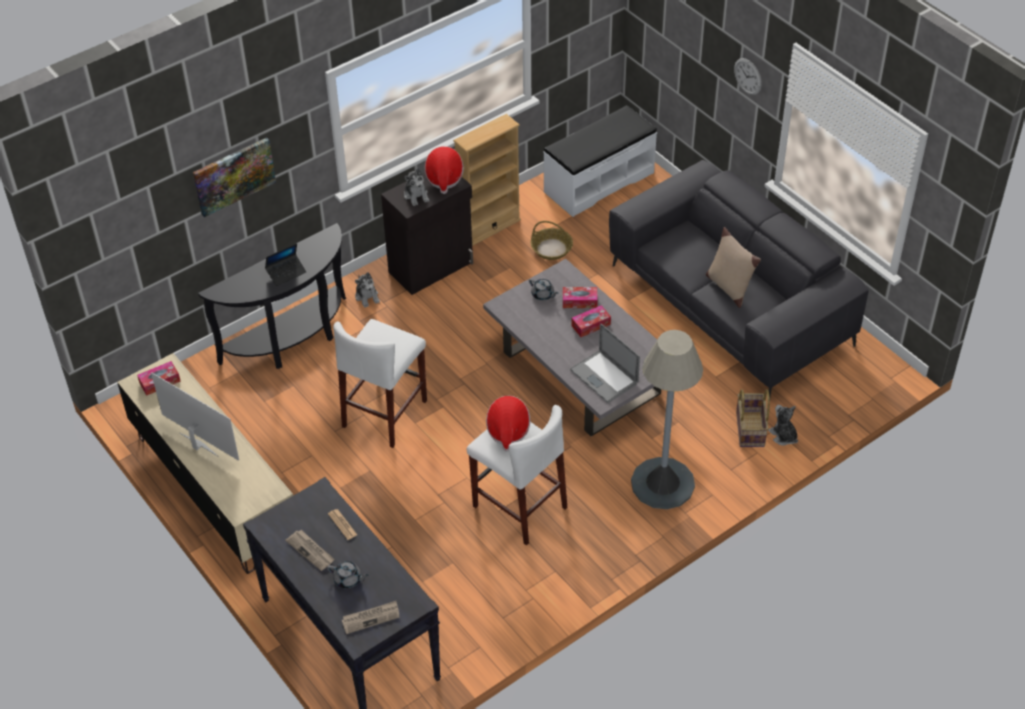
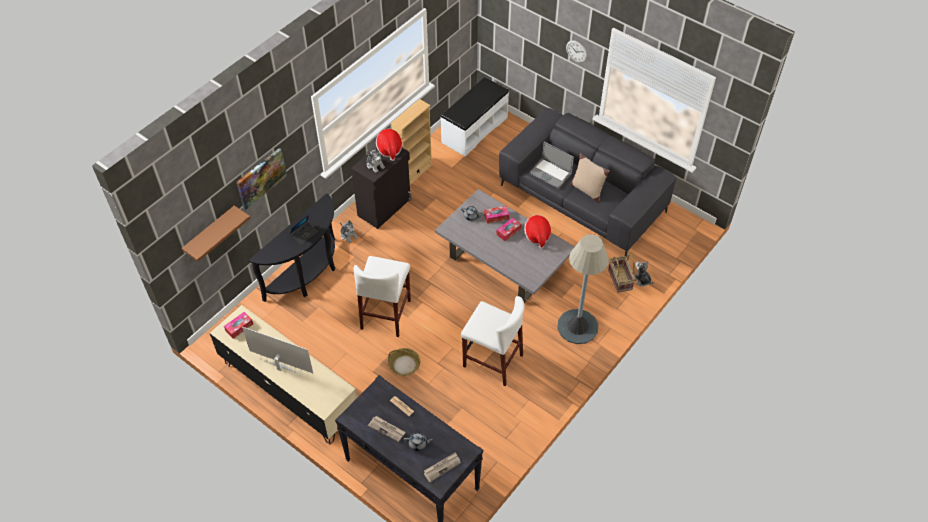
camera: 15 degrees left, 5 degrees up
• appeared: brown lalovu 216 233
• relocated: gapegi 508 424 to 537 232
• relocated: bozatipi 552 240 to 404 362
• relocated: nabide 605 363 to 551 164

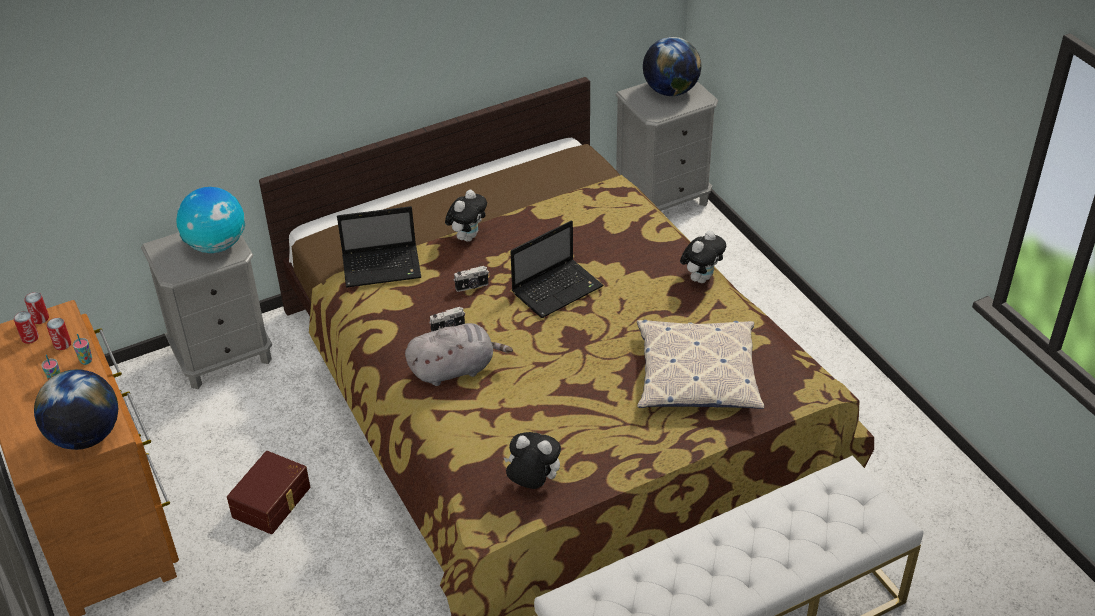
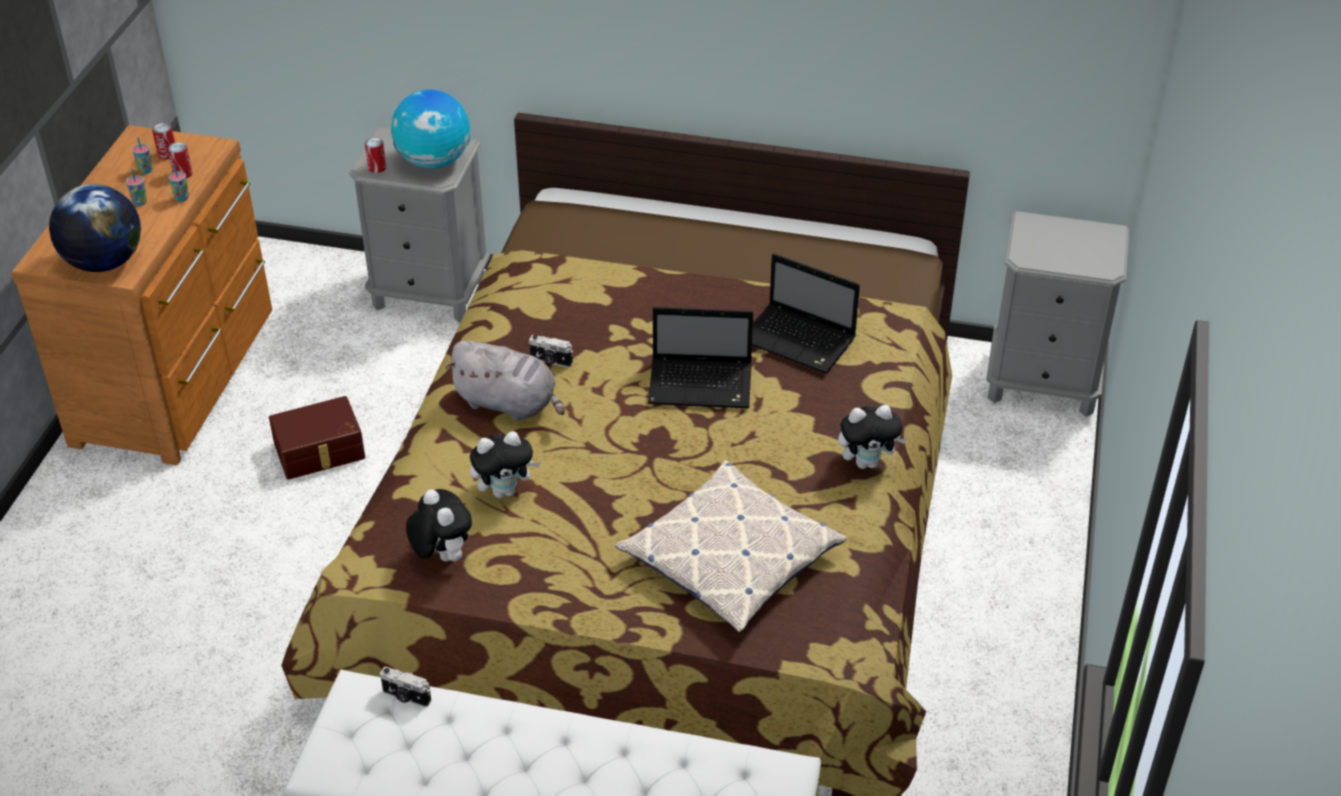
camera: 40 degrees right, 0 degrees up
• missing: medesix 672 66
• appeared: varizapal 142 155
• relocated: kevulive 36 308 to 375 155
• relocated: nabide 379 246 to 806 314
• relocated: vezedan 466 216 to 505 464
• relocated: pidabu 471 279 to 405 687

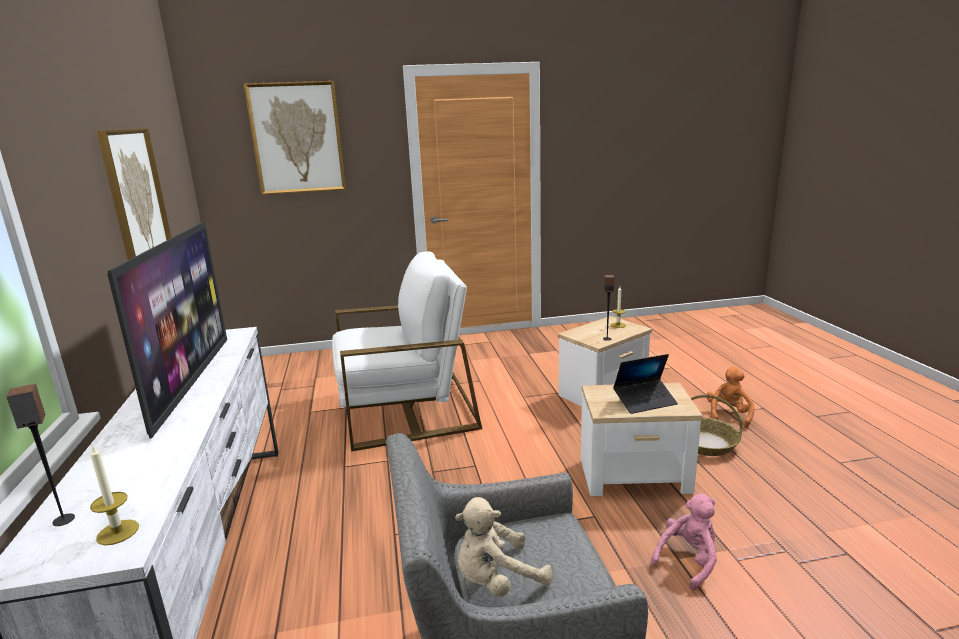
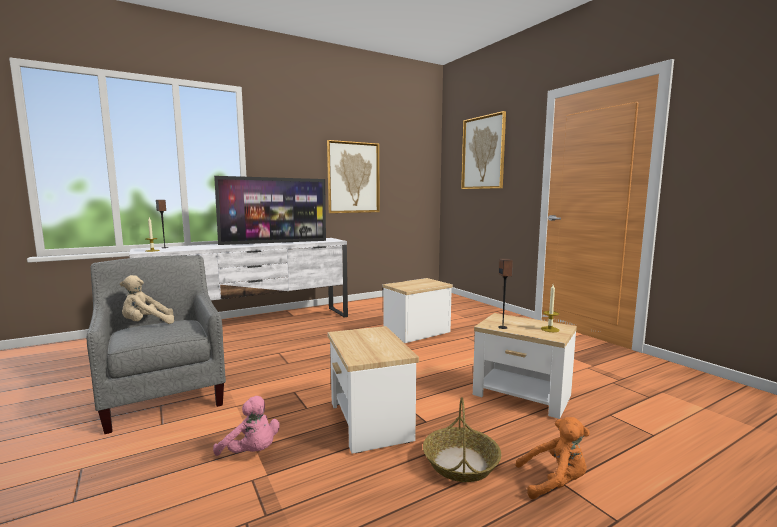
camera: 70 degrees right, 10 degrees down
• missing: nabide 645 384
• exchanged: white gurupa 407 351 to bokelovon 418 310
• spun: beige vezedan 504 547 = 147 299 75 degrees counterclockwise

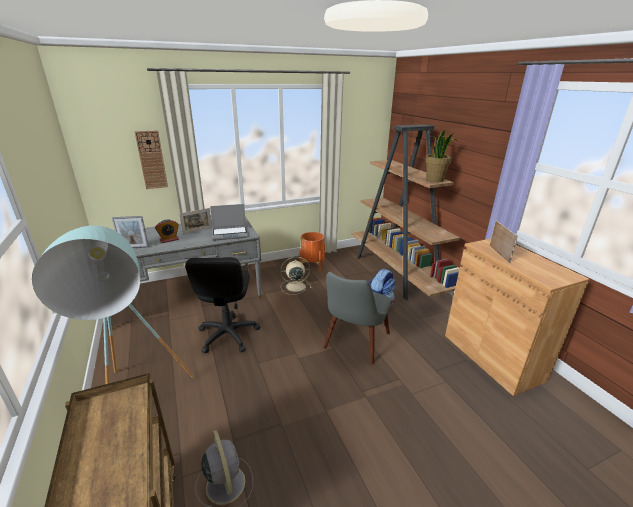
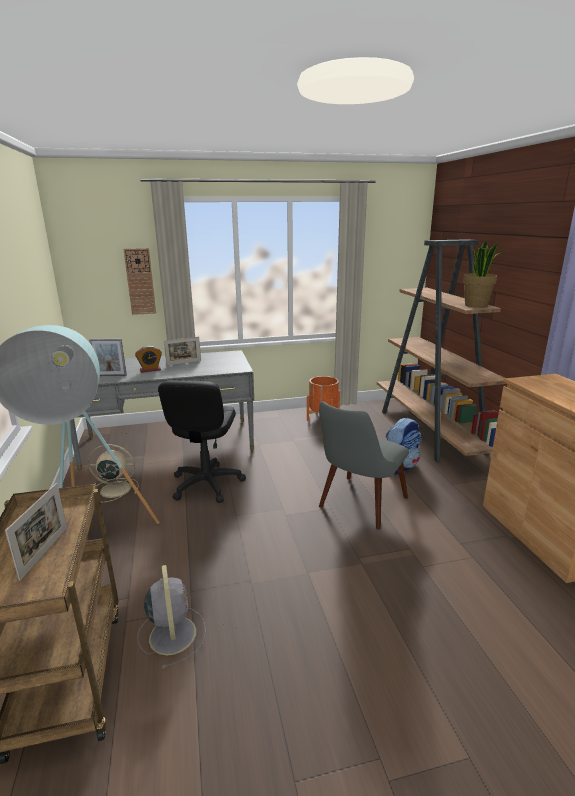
camera: 10 degrees right, 5 degrees down
• missing: nabide 229 222
• relocated: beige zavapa 296 276 to 113 473
• relocated: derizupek 504 241 to 36 532

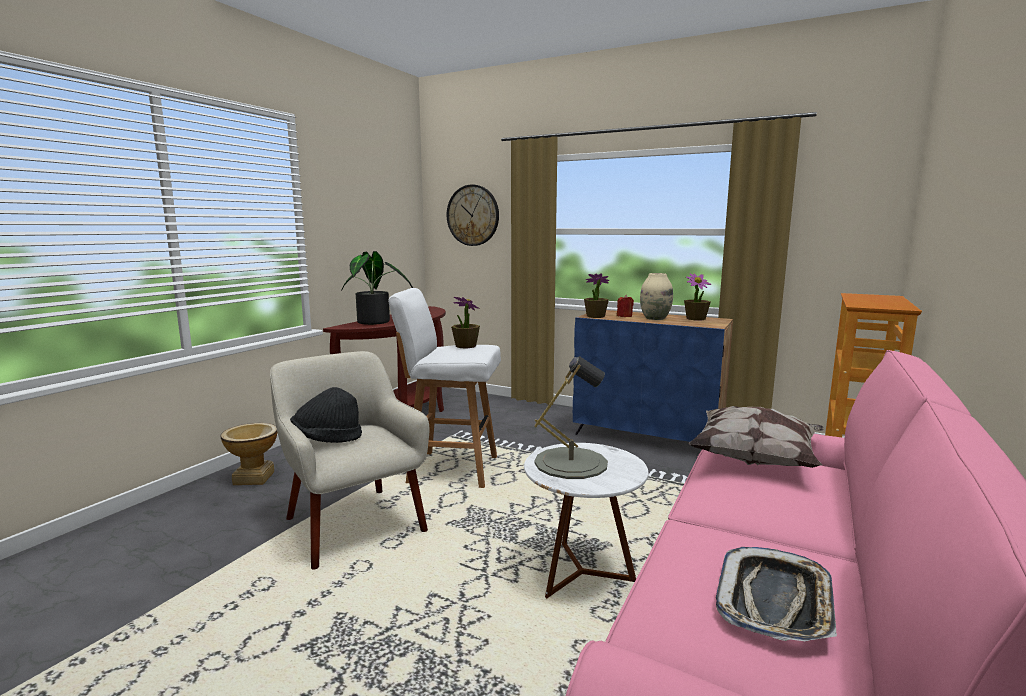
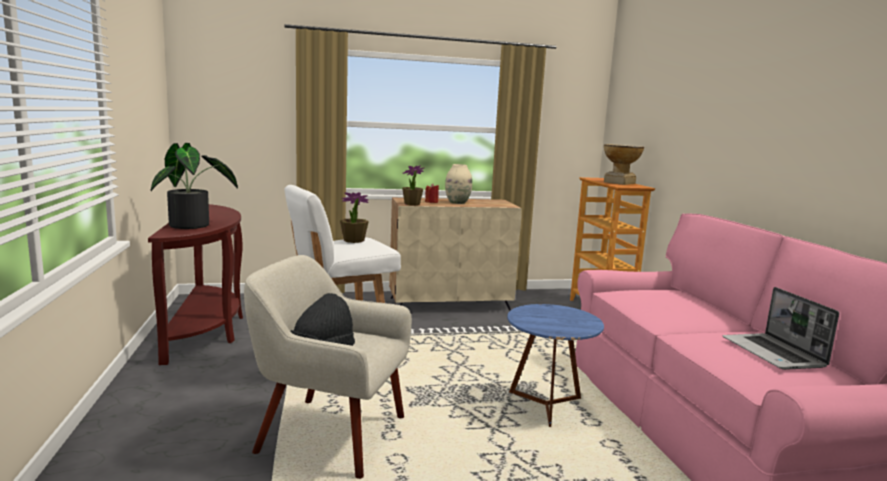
camera: 40 degrees left, 0 degrees up
• missing: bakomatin 473 215
• missing: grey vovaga 571 417
• missing: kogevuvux 697 296
• missing: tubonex 756 437
• relocated: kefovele 249 454 to 624 164
• exchanged: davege 776 594 to nabide 781 328
• colour: white bokelovon 586 520 to blue bokelovon 555 365
• colour: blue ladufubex 653 376 to beige ladufubex 455 254

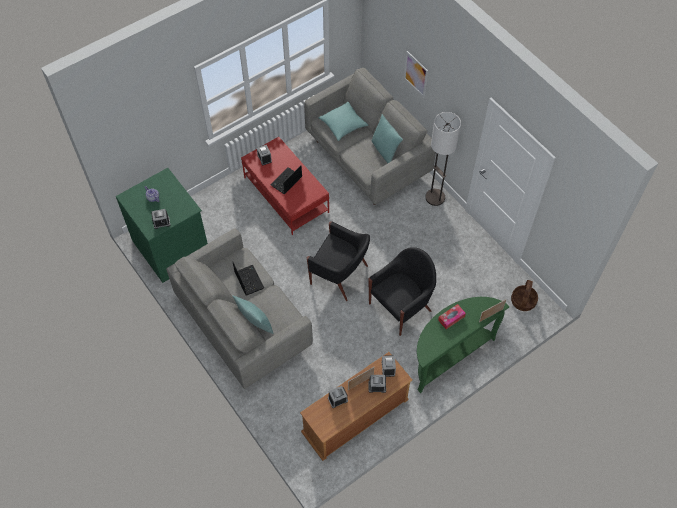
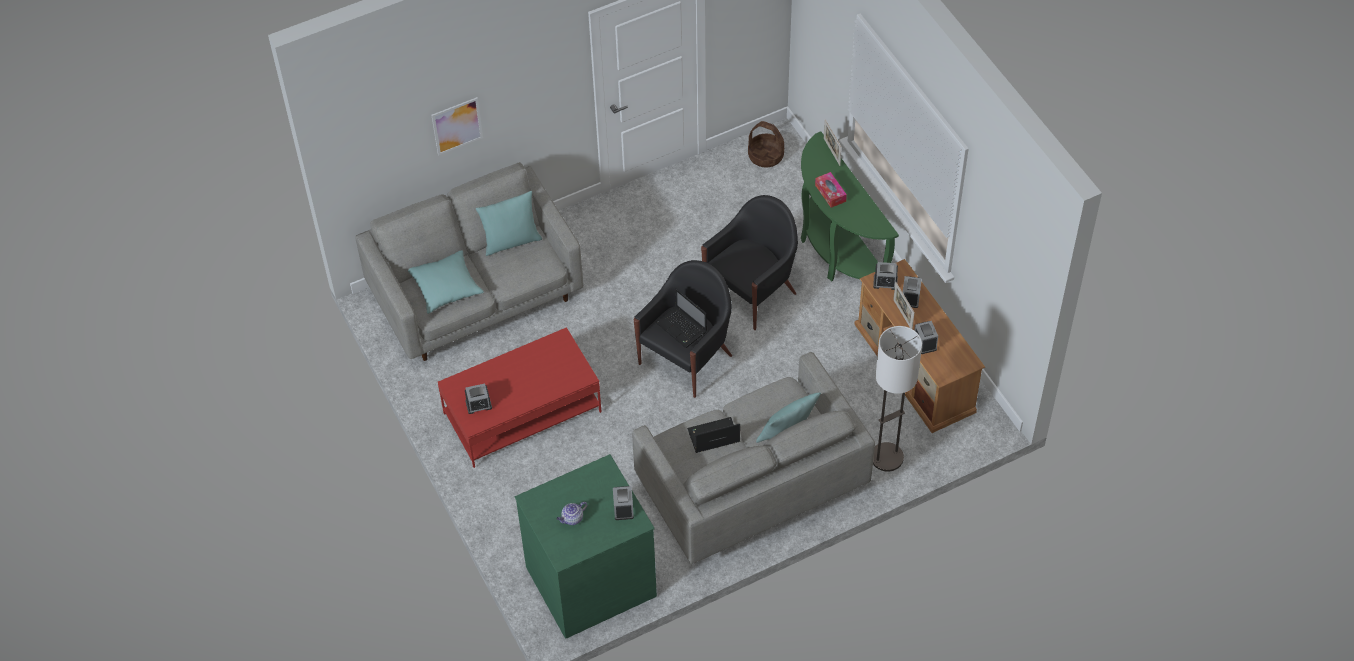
camera: 80 degrees left, 5 degrees down
• relocated: nabide 286 179 to 681 318
• relocated: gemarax 443 159 to 897 399
• spun: black gurupa 402 291 = 749 262 75 degrees clockwise

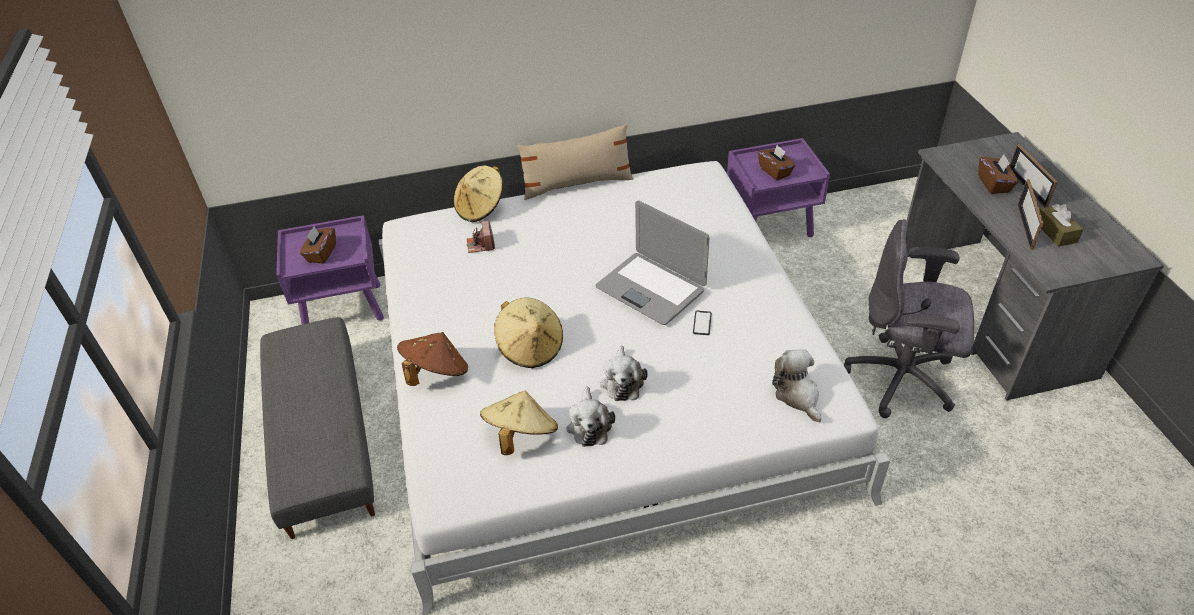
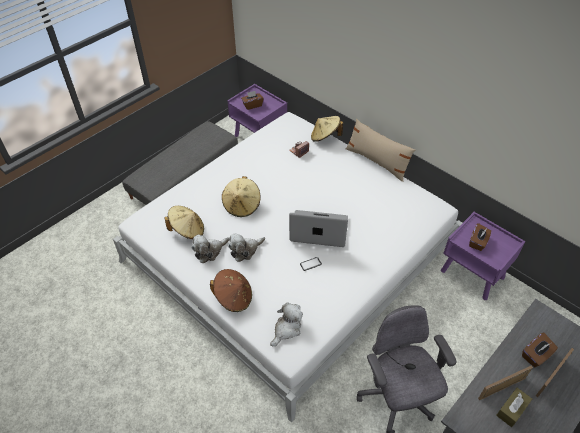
camera: 55 degrees right, 5 degrees up
• relocated: brown gapegi 432 359 to 231 290
• spun: nabide 652 262 = 318 228 90 degrees clockwise

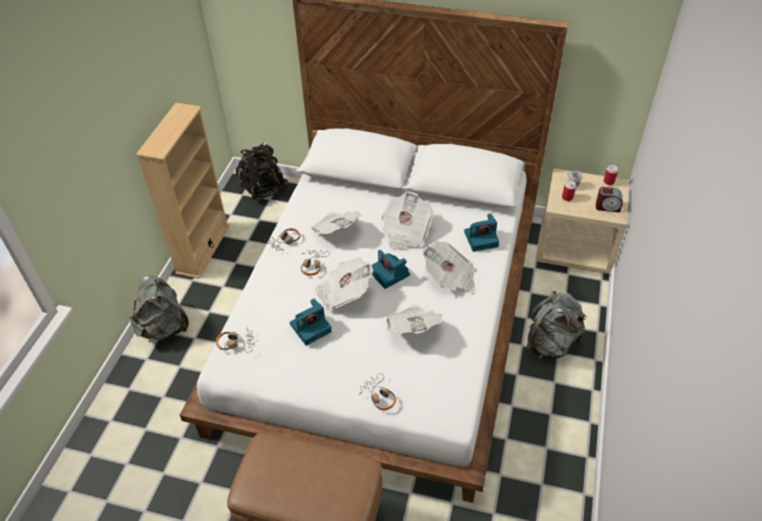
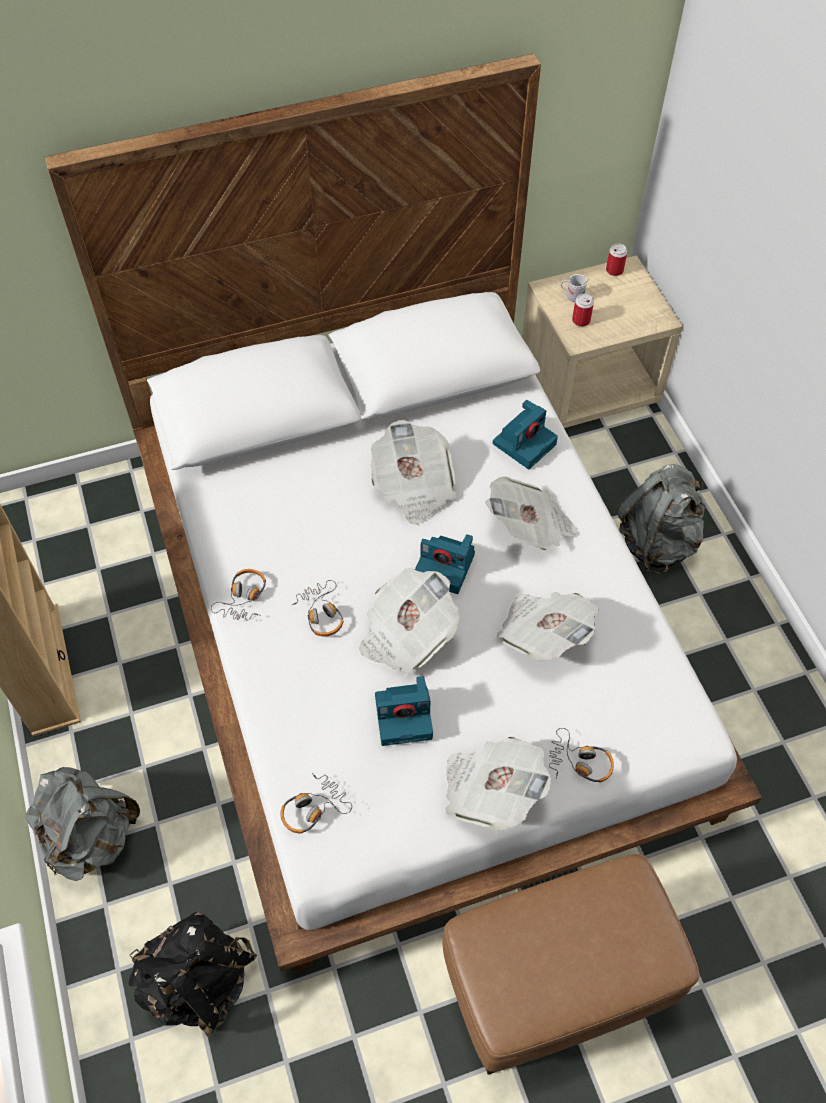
camera: 35 degrees left, 10 degrees up
• missing: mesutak 609 200
• relocated: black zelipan 262 171 to 192 974
• relocated: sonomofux 335 223 to 498 784
• spun: pidabu 311 322 = 404 711 60 degrees clockwise

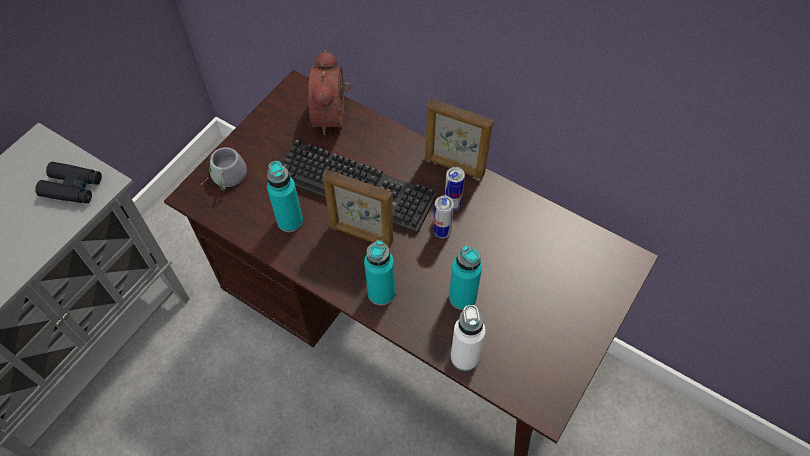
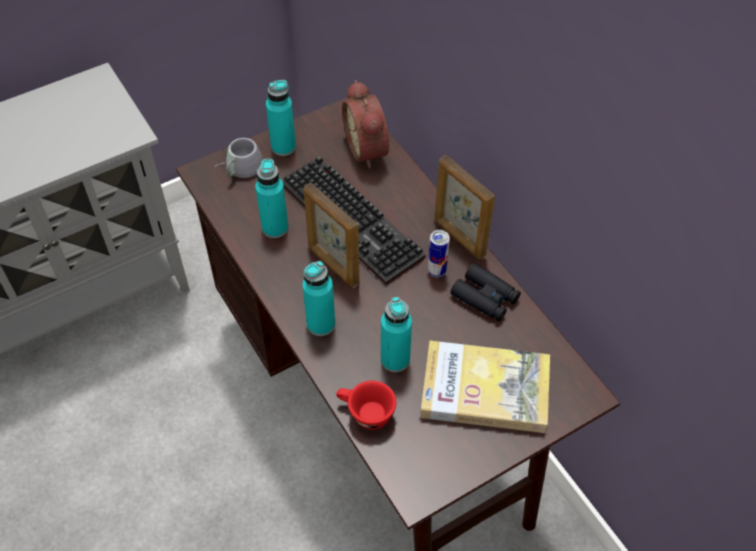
camera: 25 degrees right, 5 degrees down
• missing: kevulive 443 217
• appeared: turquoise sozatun 281 118
• appeared: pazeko 485 387
• relocated: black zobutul 68 183 to 485 292
• exchanged: white sozatun 468 338 to red varizapal 366 405
• spun: mesutak 329 92 = 365 124 45 degrees counterclockwise

